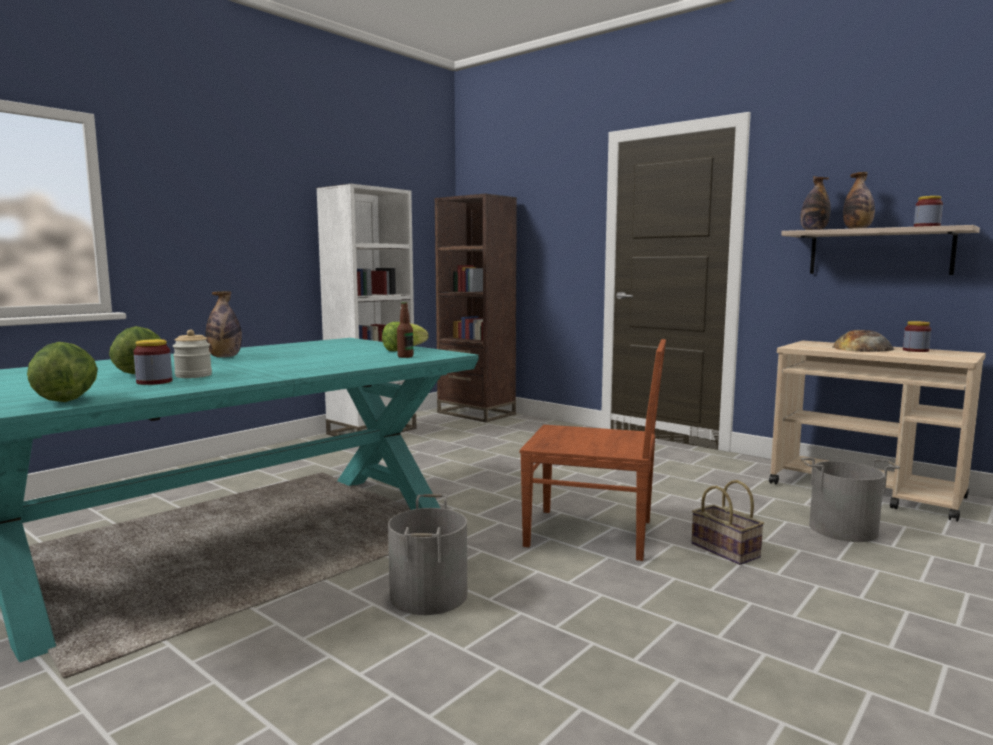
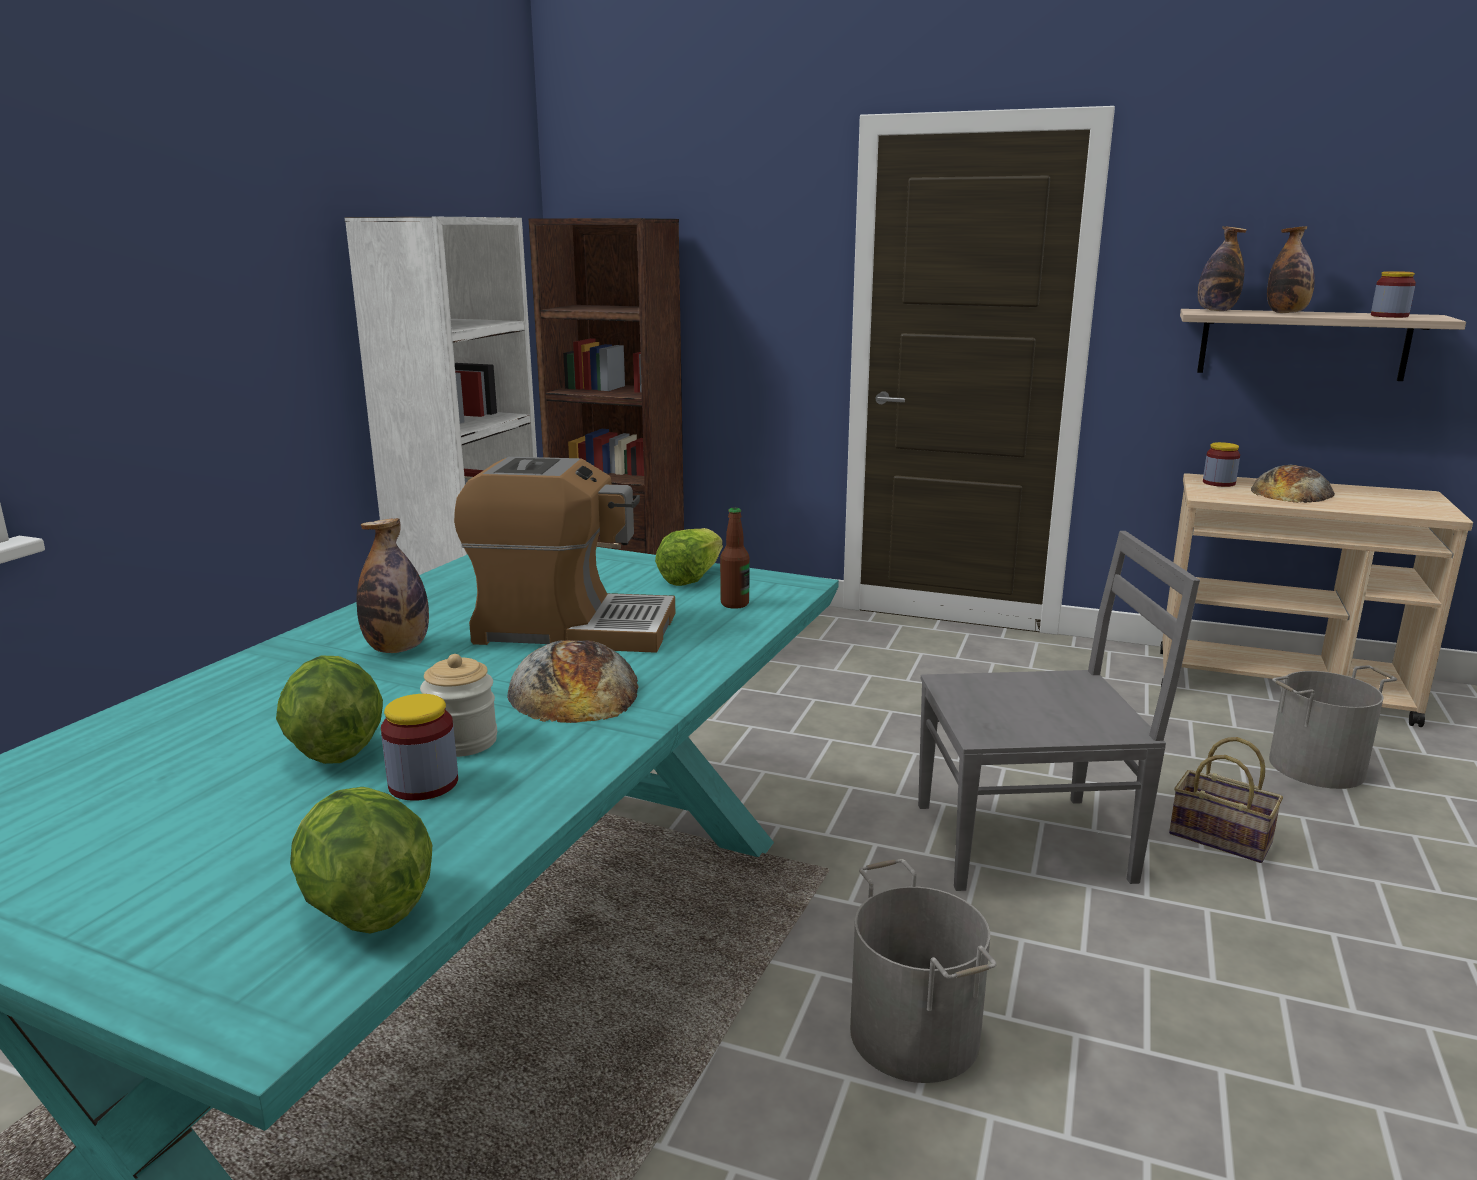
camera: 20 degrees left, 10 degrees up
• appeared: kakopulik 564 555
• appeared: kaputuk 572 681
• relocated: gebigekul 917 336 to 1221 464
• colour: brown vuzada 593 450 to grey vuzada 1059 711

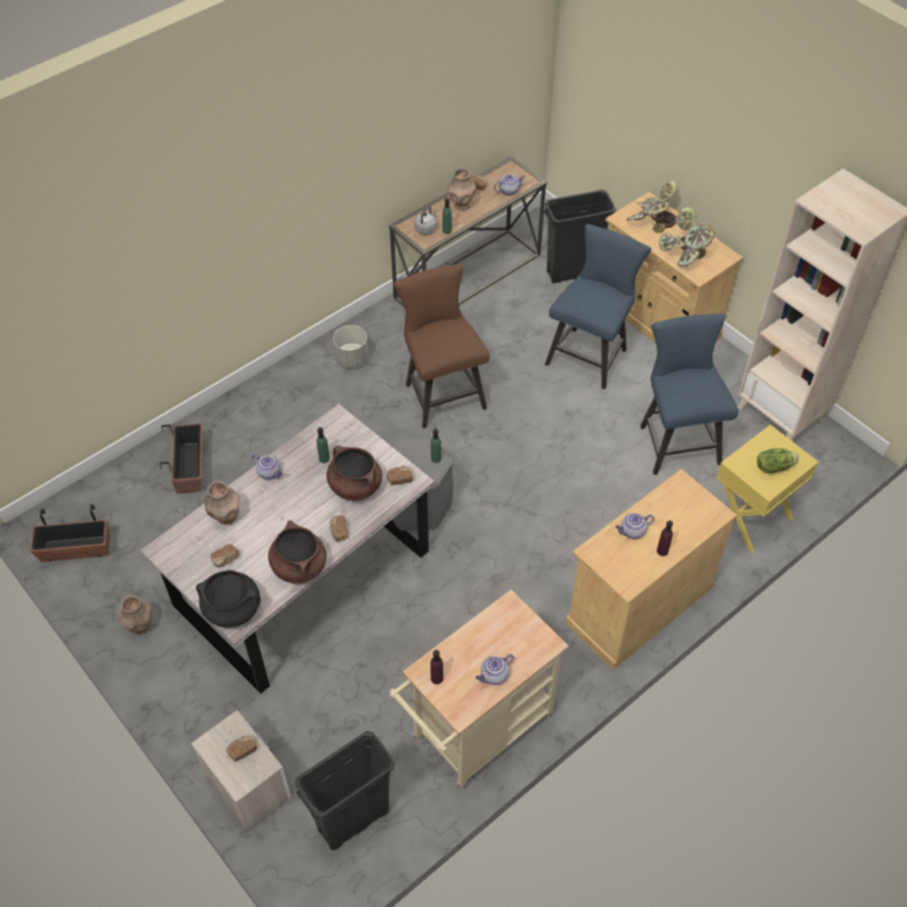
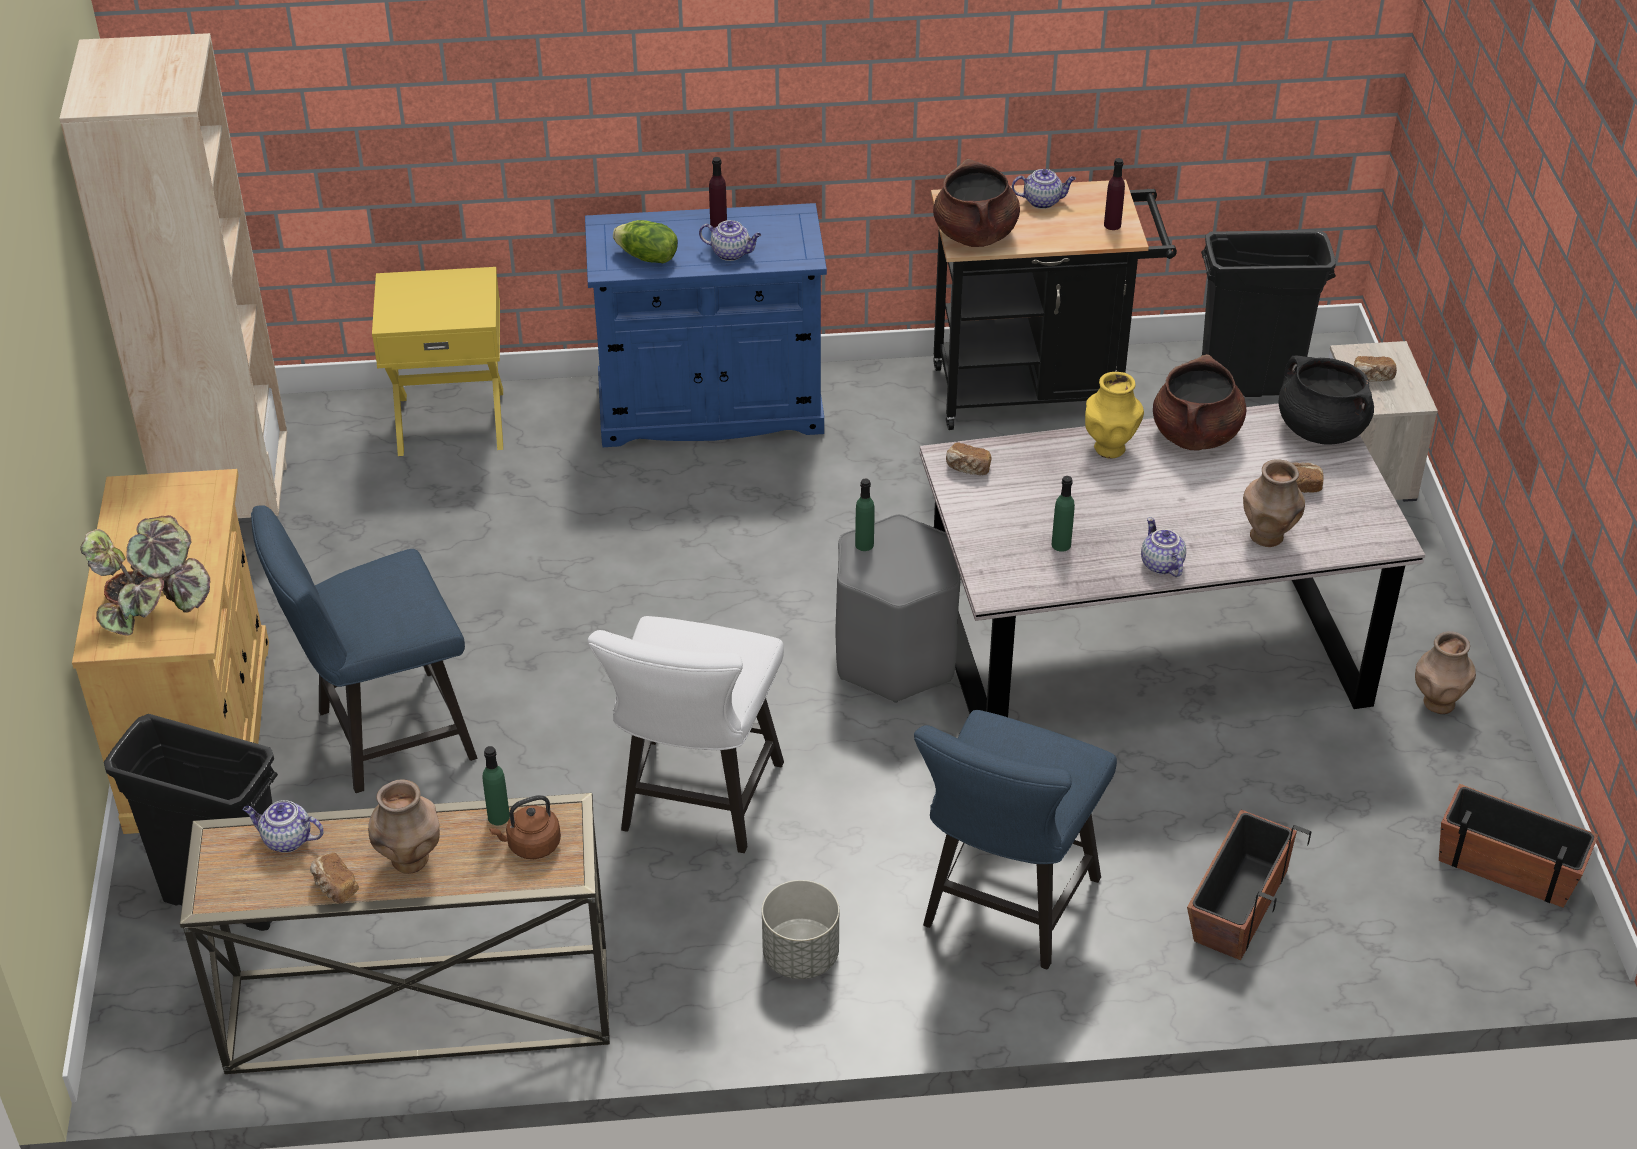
camera: 145 degrees left, 10 degrees down
• missing: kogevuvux 687 237
• relocated: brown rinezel 354 473 to 976 203
• relocated: blue vuzada 689 394 to 1015 840
• relocated: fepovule 778 461 to 645 241
• exchanged: kaputuk 339 528 to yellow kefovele 1114 415
• colour: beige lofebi 479 689 to black lofebi 1054 305
• colour: brown vuzada 441 346 to white vuzada 686 734
• colour: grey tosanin 425 220 to brown tosanin 525 827
• colour: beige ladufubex 651 569 to blue ladufubex 706 325

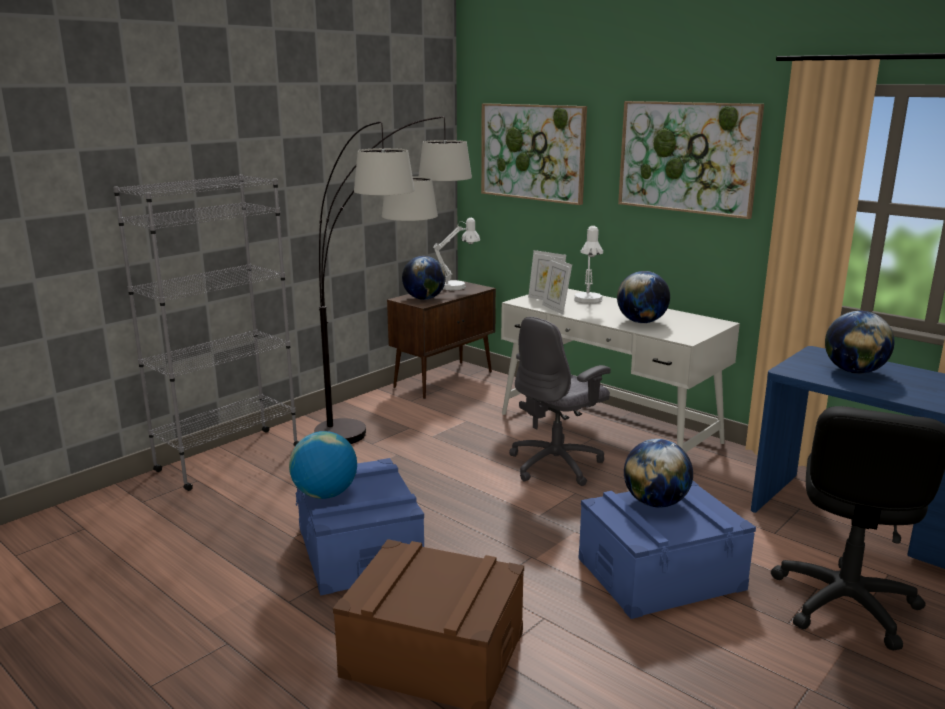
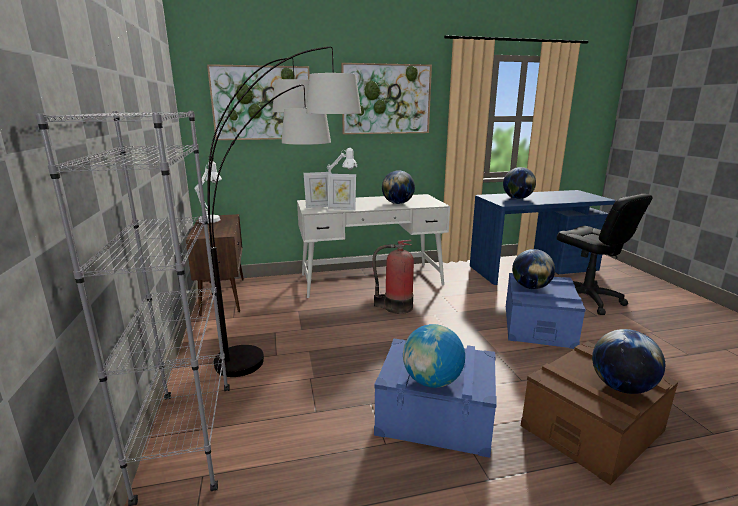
camera: 55 degrees left, 0 degrees up
• relocated: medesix 424 278 to 628 361
• exchanged: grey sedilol 560 401 to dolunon 393 277

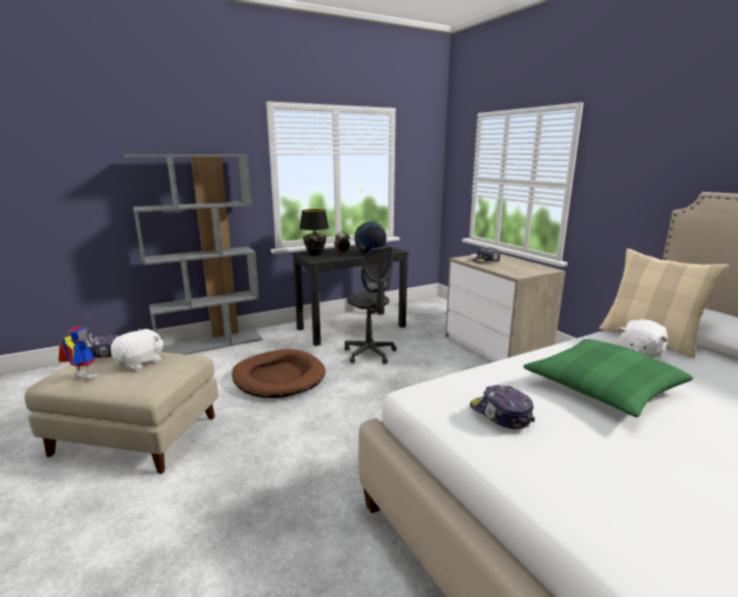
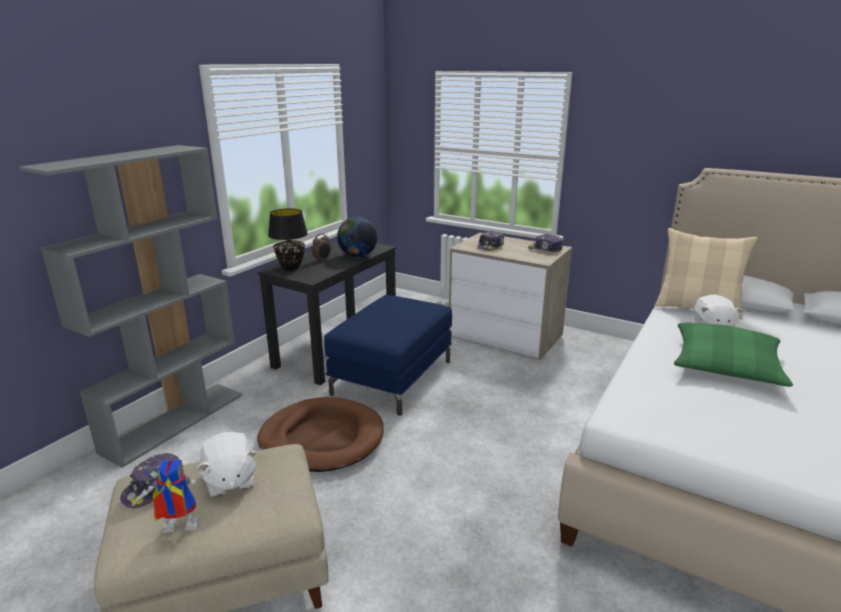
camera: 30 degrees left, 5 degrees up
• relocated: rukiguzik 502 407 to 545 243
• exchanged: grey sedilol 370 305 to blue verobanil 388 355
• spun: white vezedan 137 349 = 228 464 150 degrees clockwise

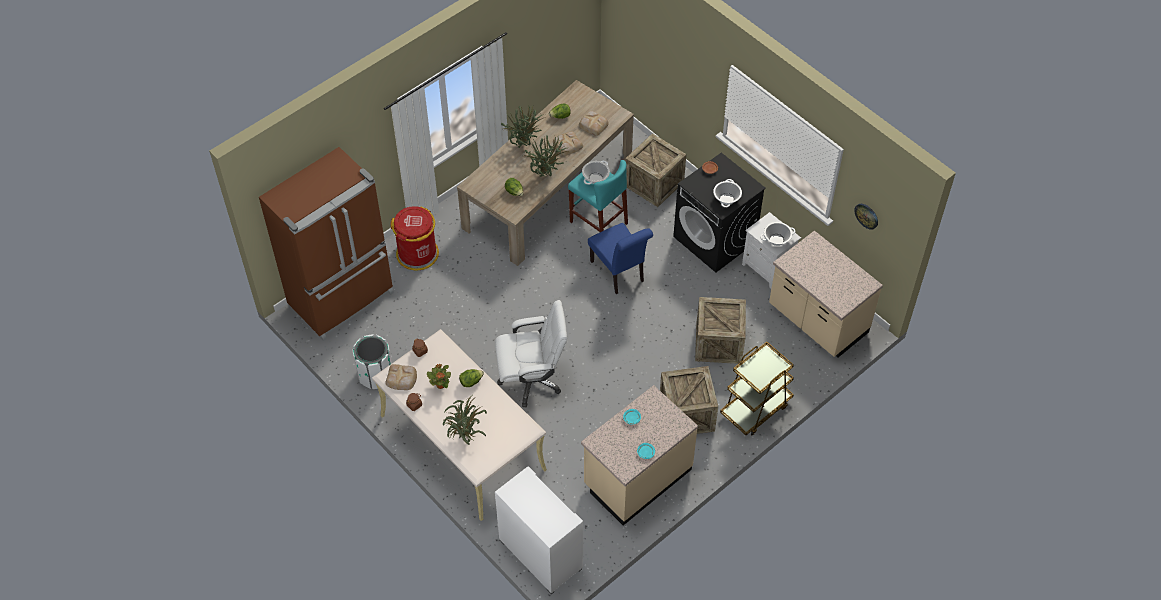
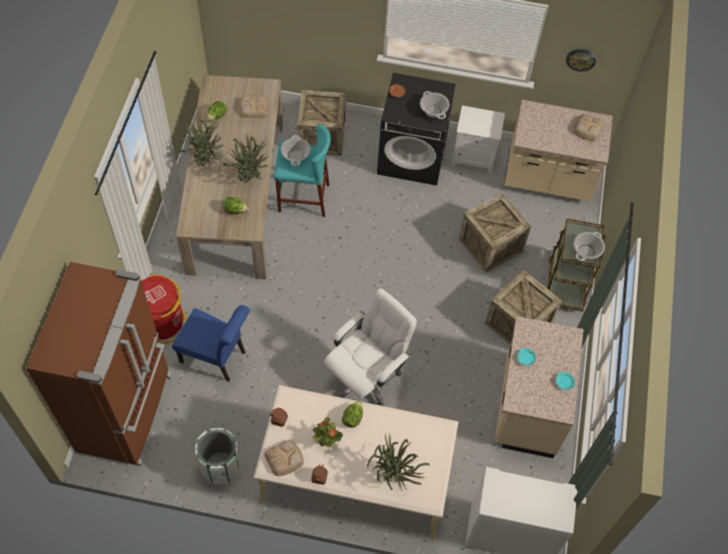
camera: 40 degrees left, 5 degrees up
• relocated: kaputuk 568 143 to 588 127
• relocated: blue vuzada 620 258 to 211 343
• relocated: rinezel 778 234 to 589 246

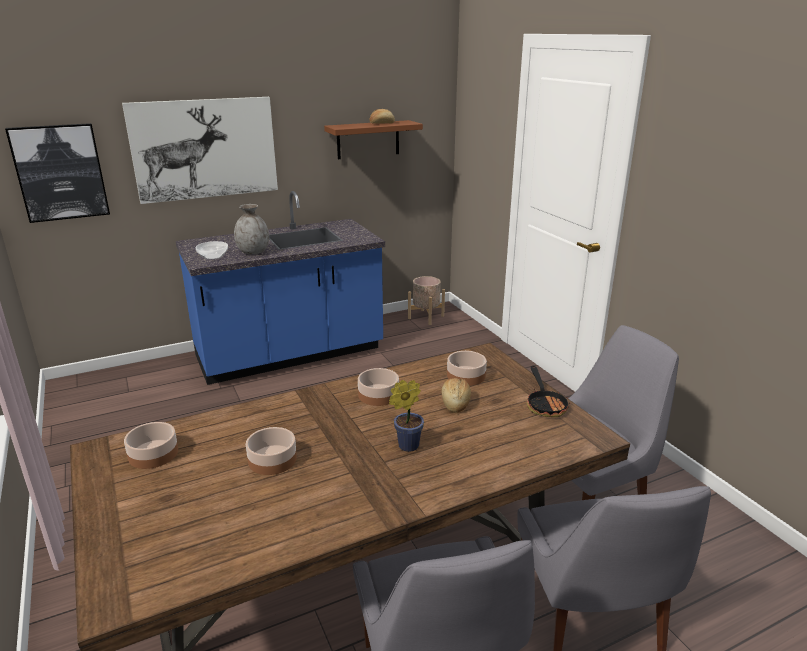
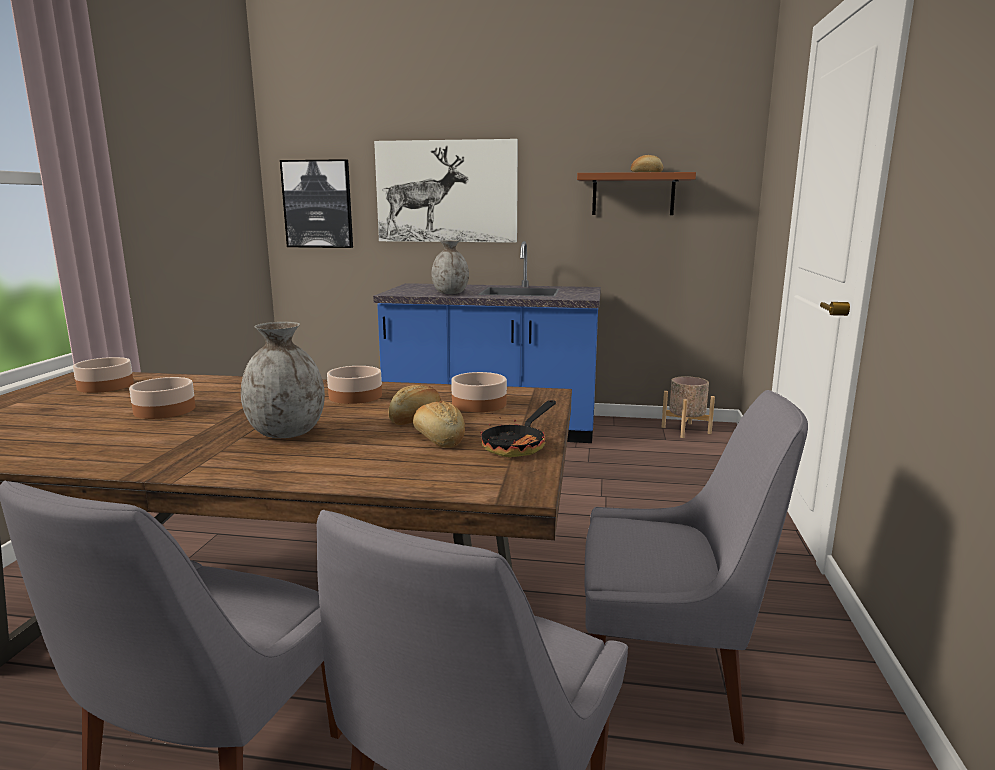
camera: 35 degrees right, 10 degrees down
• missing: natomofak 211 250
• appeared: kaputuk 439 424
• exchanged: kogevuvux 406 416 to grey kefovele 283 380

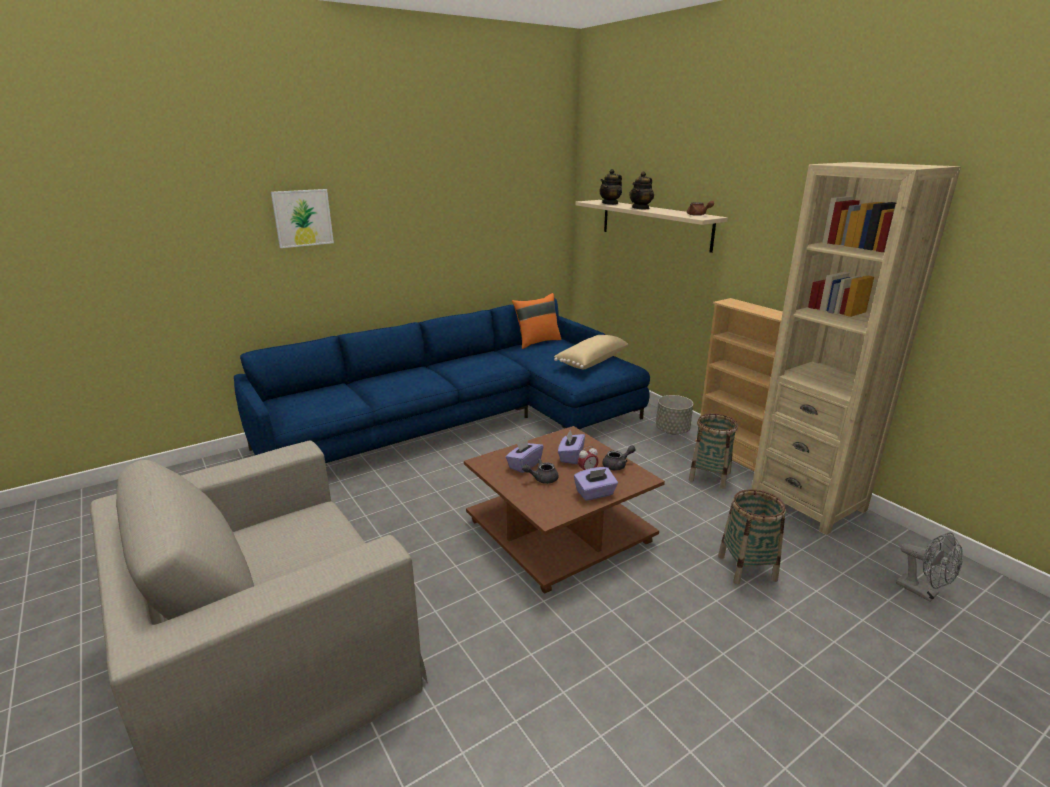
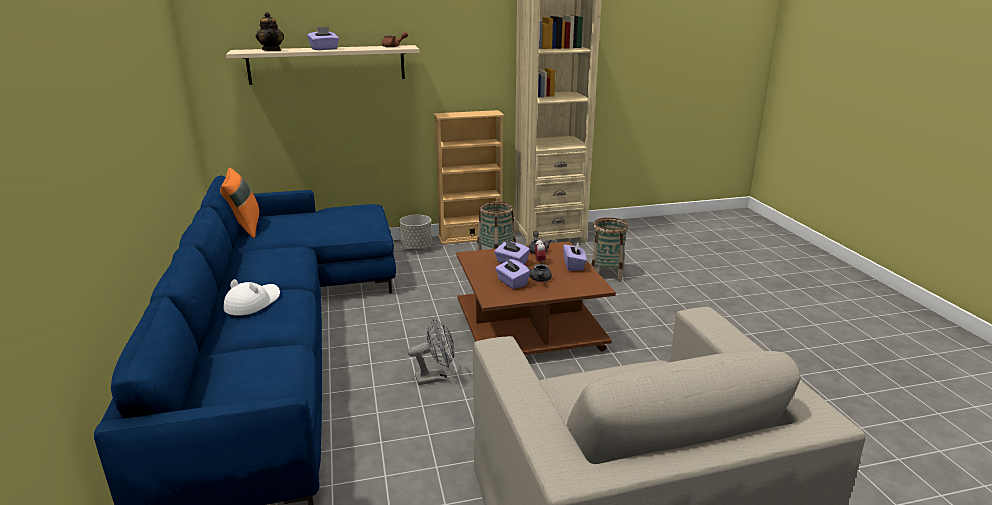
camera: 70 degrees left, 0 degrees up
• missing: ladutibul 302 218
• missing: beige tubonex 591 352
• appeared: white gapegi 252 297
• relocated: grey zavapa 929 567 to 431 352
• exchanged: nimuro 641 190 to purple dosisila 323 38

